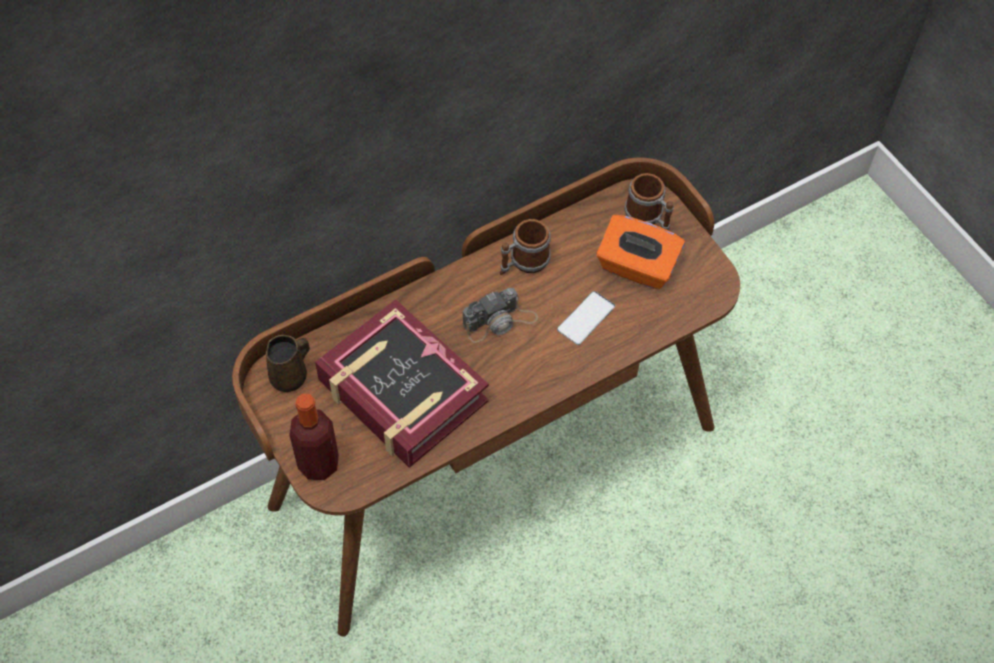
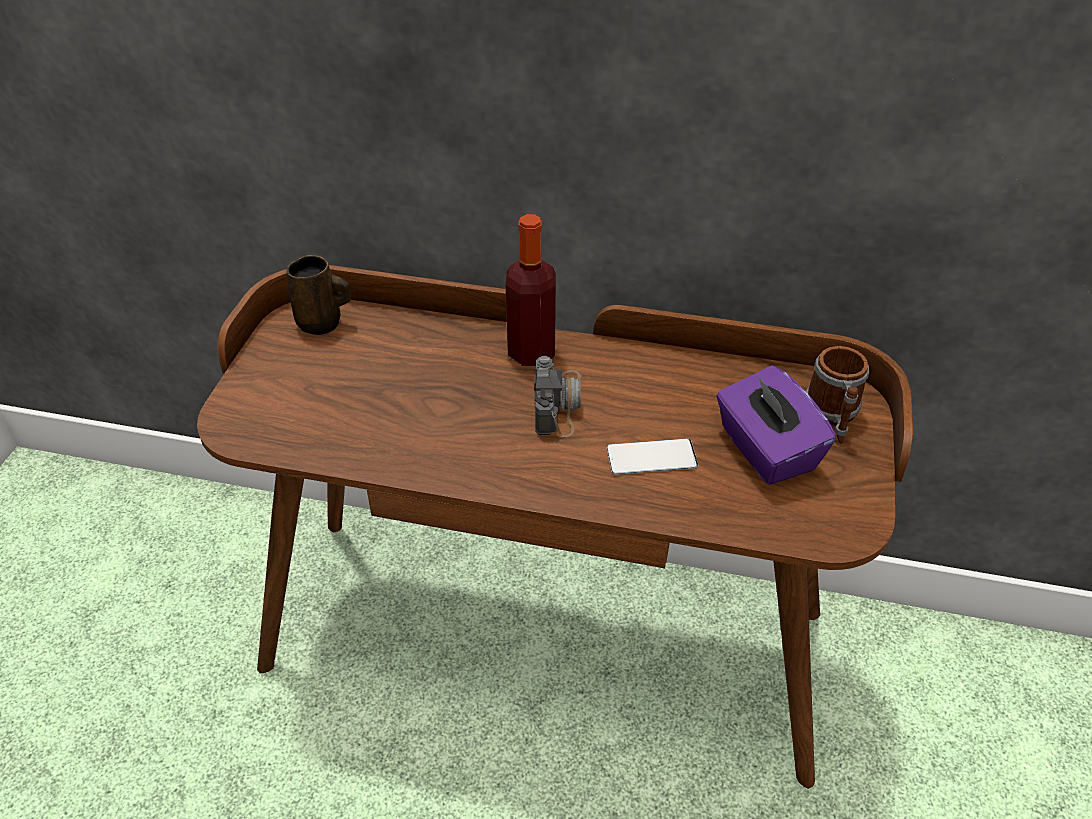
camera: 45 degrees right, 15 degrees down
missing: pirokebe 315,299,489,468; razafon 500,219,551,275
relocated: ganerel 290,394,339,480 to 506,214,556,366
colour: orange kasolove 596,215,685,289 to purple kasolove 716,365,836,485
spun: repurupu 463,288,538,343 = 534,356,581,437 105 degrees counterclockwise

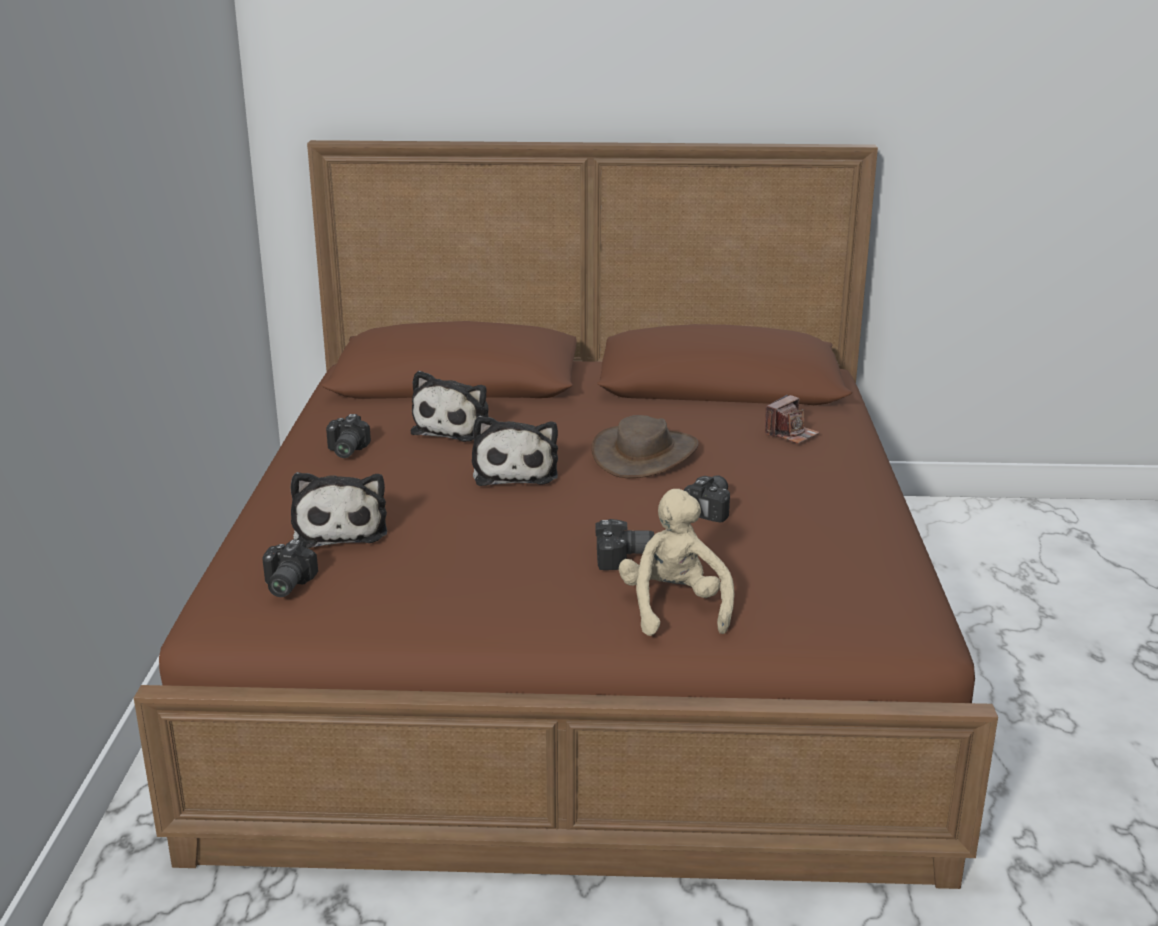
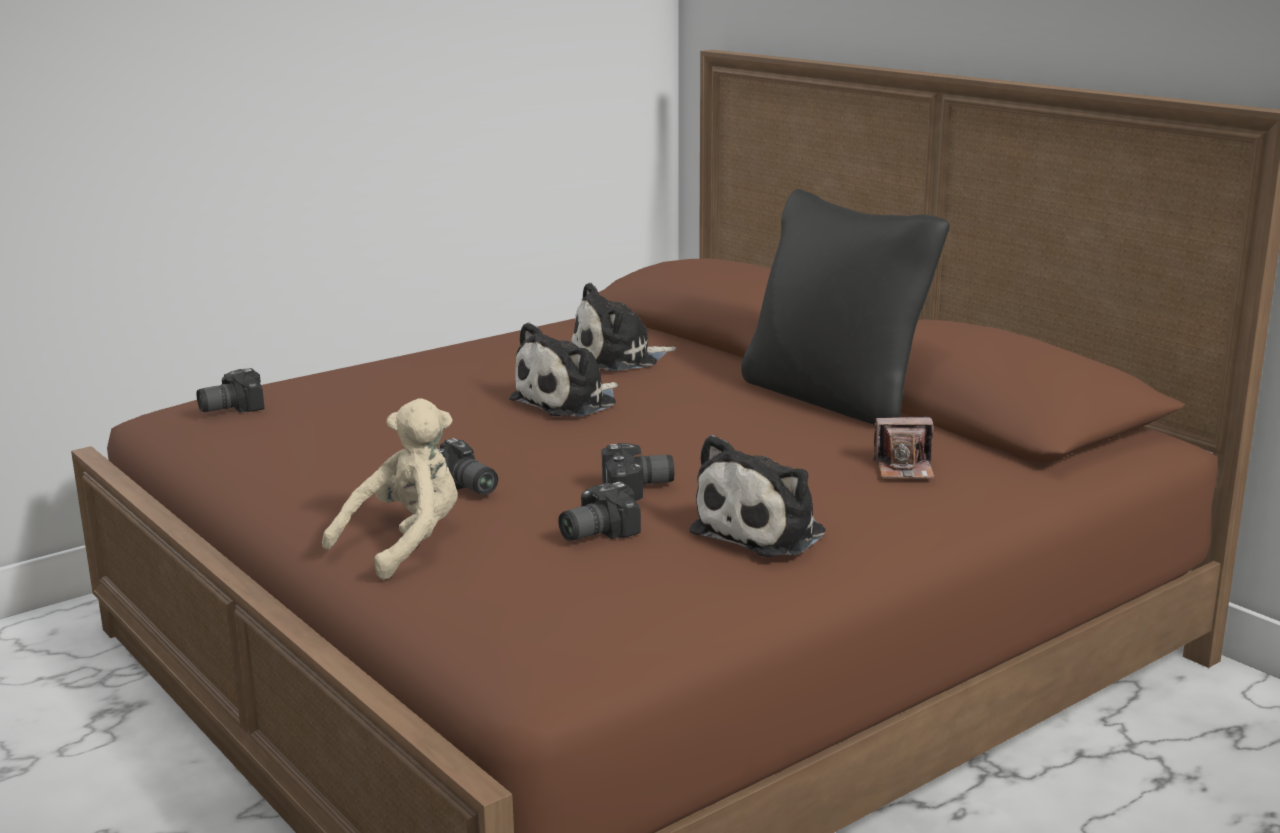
camera: 50 degrees right, 5 degrees down
missing: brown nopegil 591,415,699,478
appeared: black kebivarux 741,189,950,425
relocated: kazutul 291,472,387,548 to 690,435,826,557; repurupu 326,414,371,458 to 558,482,641,541

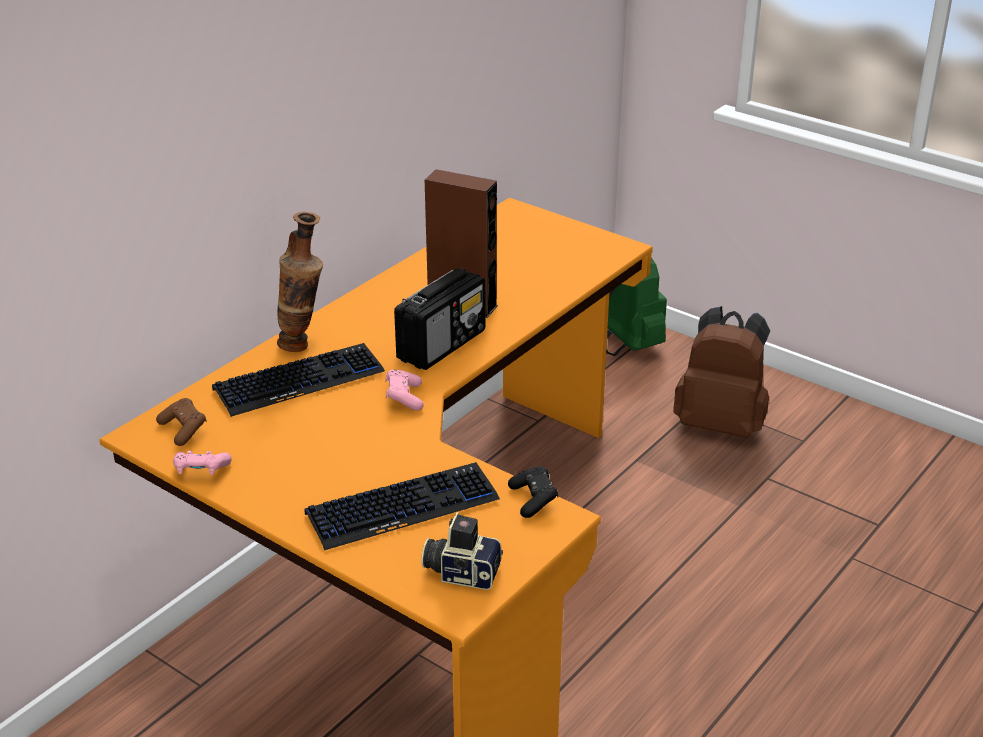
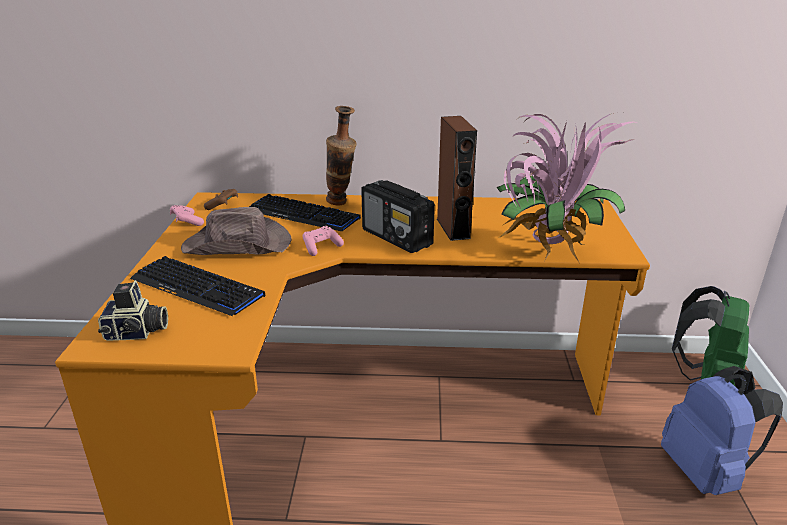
camera: 55 degrees right, 5 degrees down
missing: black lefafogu 508,466,558,518
appeared: brown nopegil 181,207,292,255; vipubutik 496,112,634,264
colour: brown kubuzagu 673,306,770,438 to blue kubuzagu 661,366,783,495
spun: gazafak 394,268,485,370 = 361,180,435,253 45 degrees clockwise; repurupu 421,512,503,590 = 98,280,168,341 105 degrees clockwise

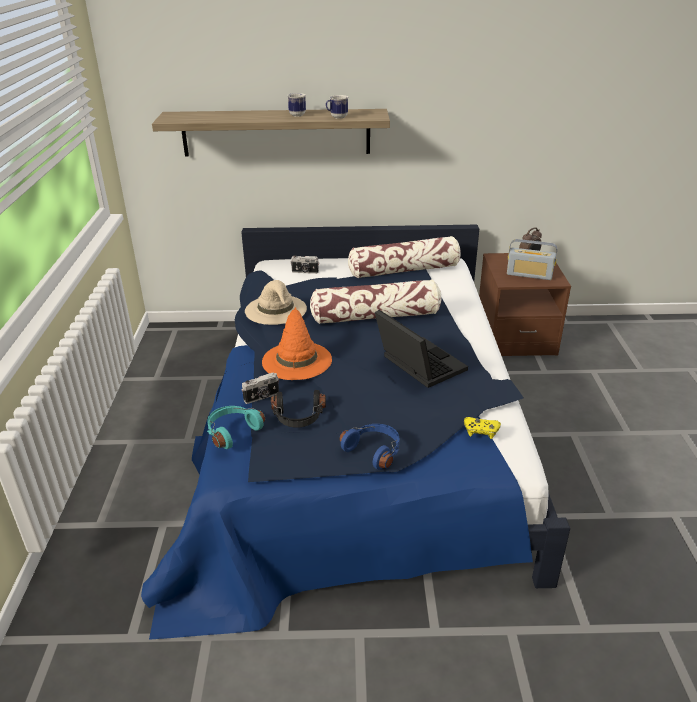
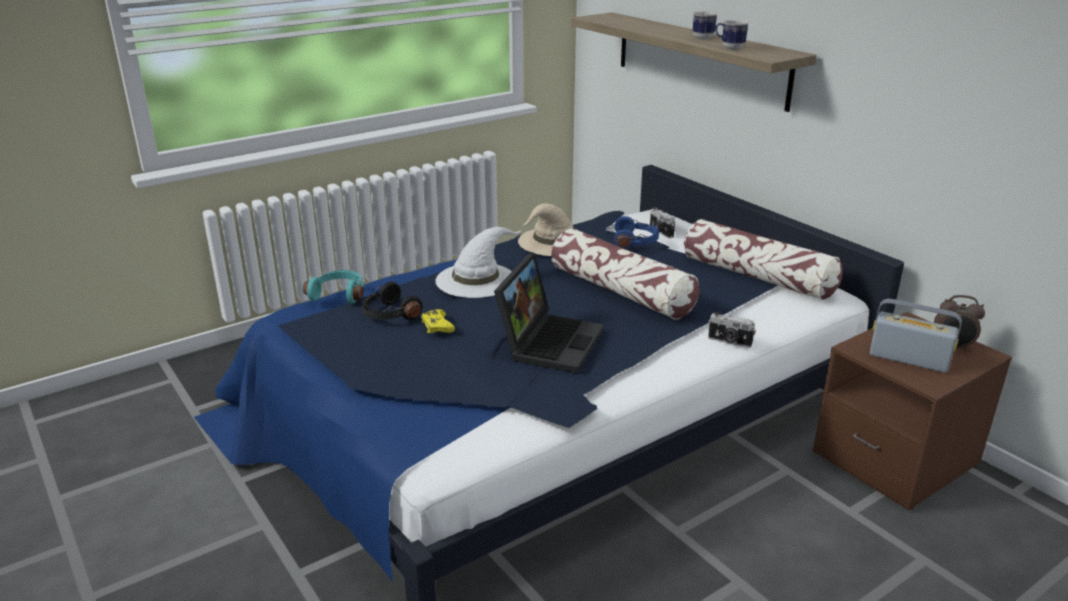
camera: 55 degrees right, 5 degrees down
relocated: repurupu 242,372,279,404 to 708,312,756,348; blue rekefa 339,424,399,470 to 614,216,659,249; yellow lefafogu 464,417,501,439 to 421,309,455,333
colour: orange nopegil 262,307,332,380 to white nopegil 436,227,522,298
spun: gazafak 507,239,558,280 = 870,299,962,373 135 degrees clockwise

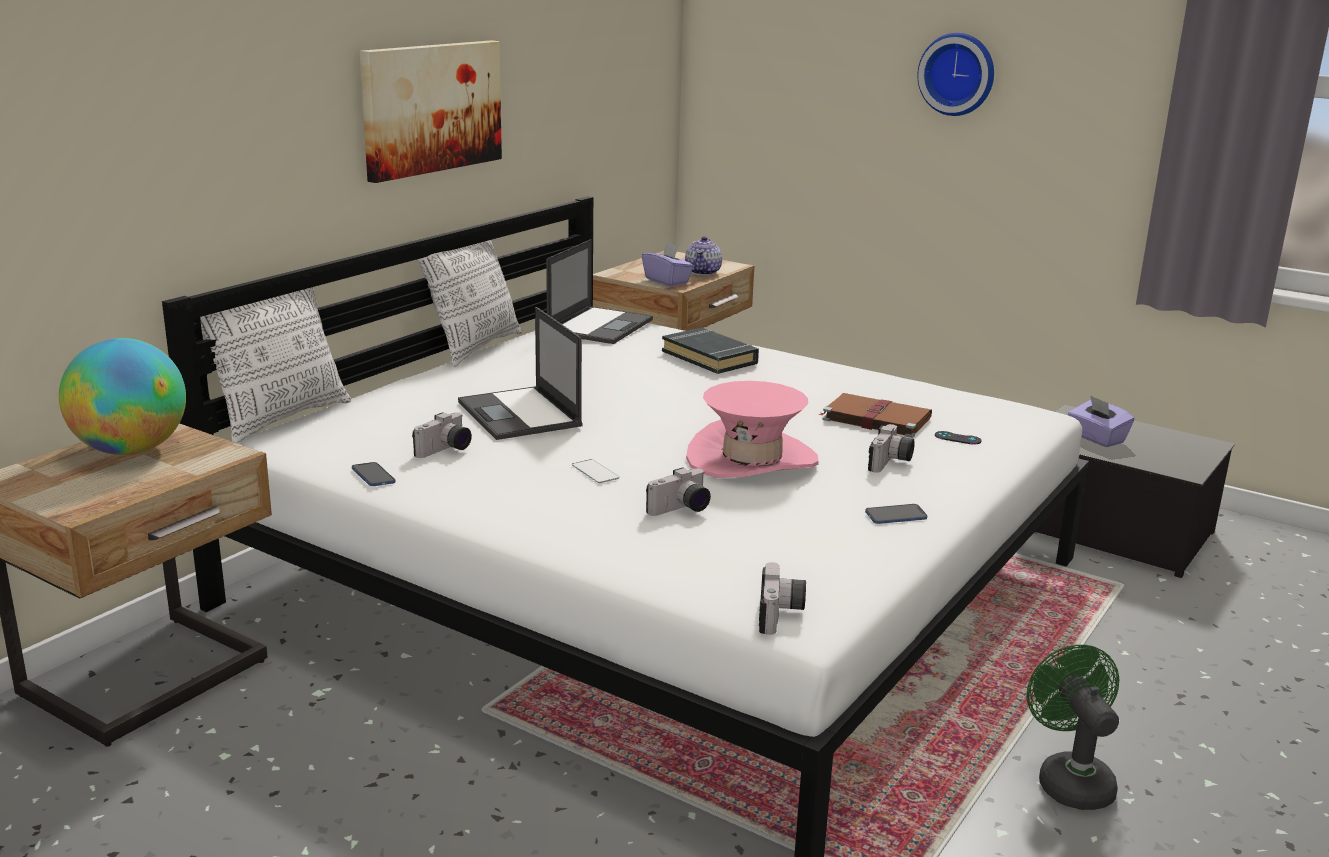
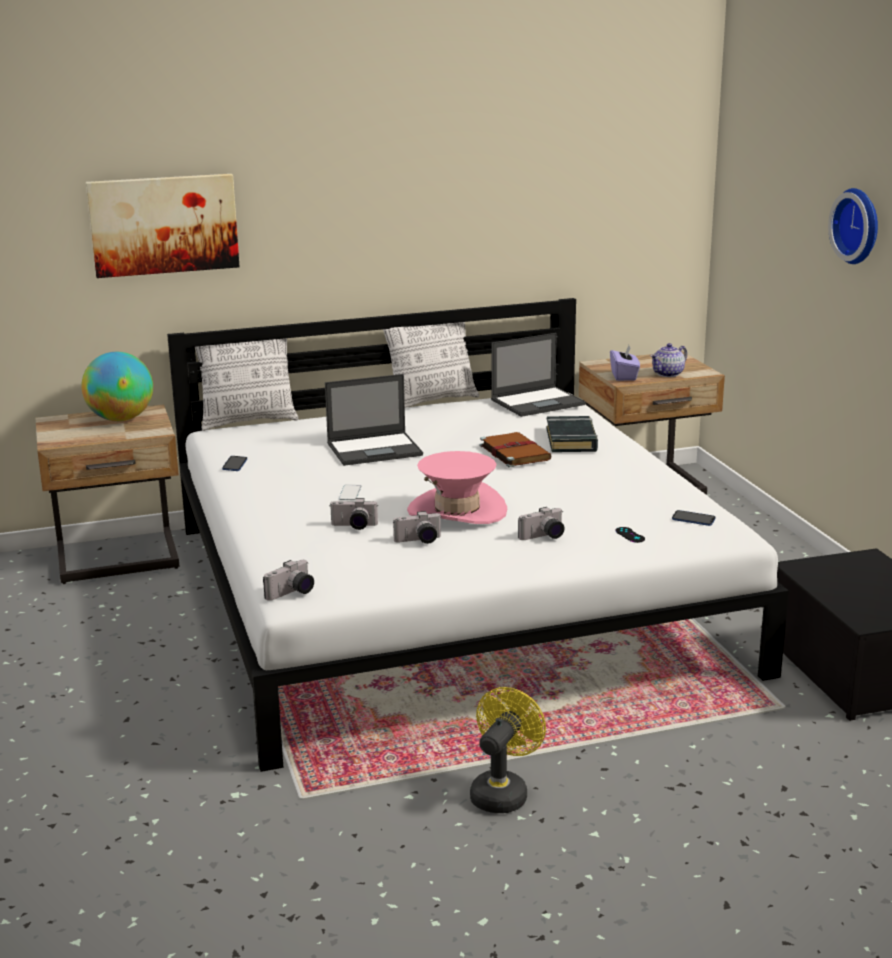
camera: 40 degrees right, 0 degrees up
missing: purple kasolove 1068,395,1134,447
relocated: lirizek 360,40,502,183 to 86,174,240,278; repurupu 412,412,472,458 to 393,511,442,544; brown pirokebe 818,393,932,438 to 479,432,552,467; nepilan 865,504,927,524 to 672,510,716,526
colour: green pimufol 1027,645,1119,810 to yellow pimufol 470,687,546,813
spun: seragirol 458,307,583,440 = 325,374,423,466 120 degrees counterclockwise

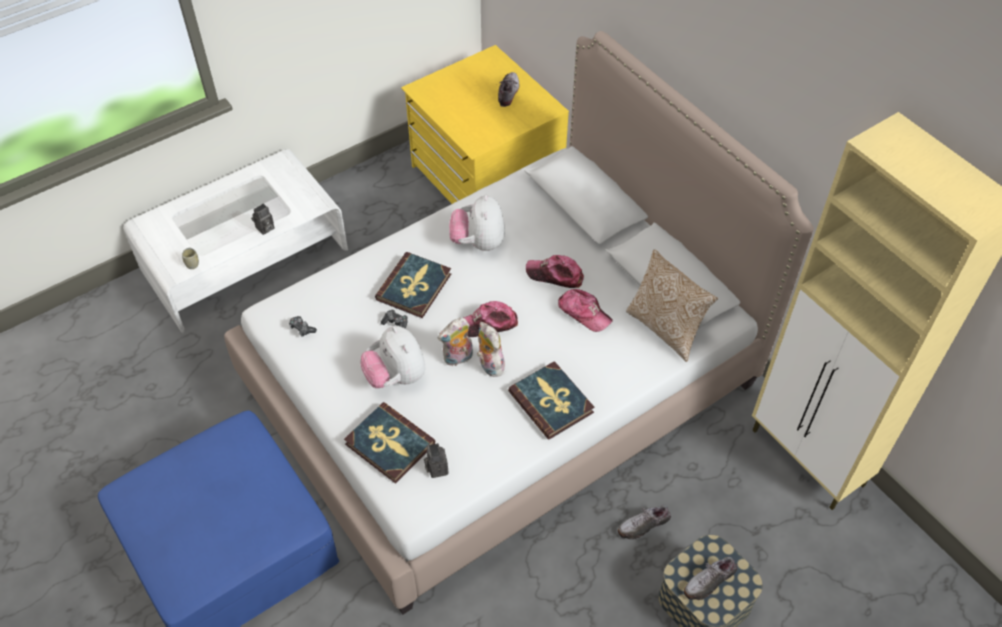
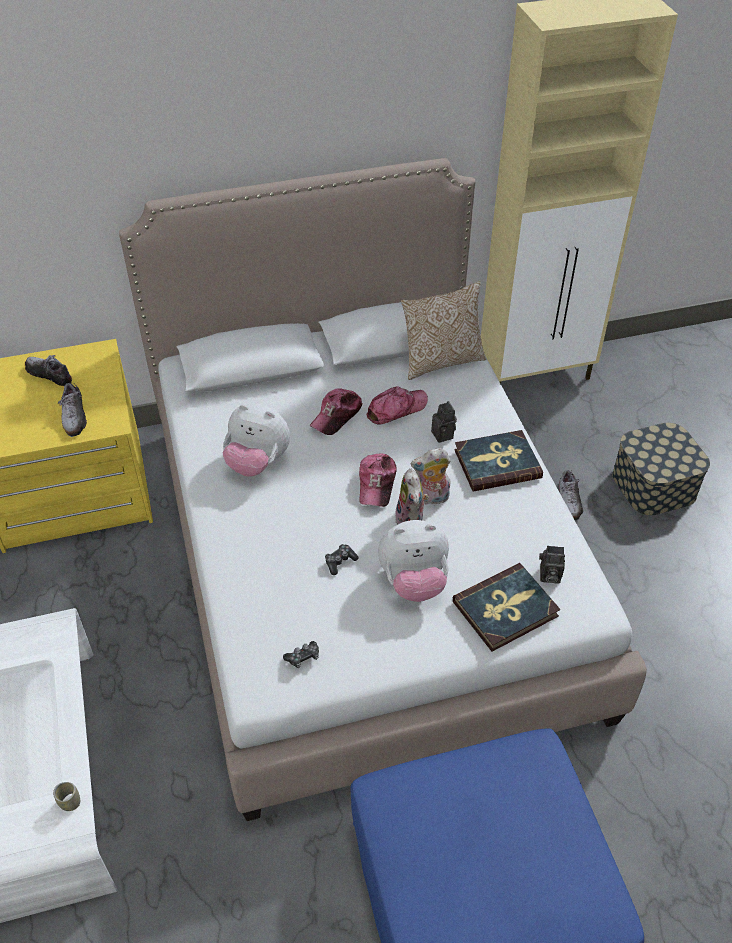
camera: 70 degrees left, 5 degrees down
missing: pirokebe 375,252,451,318
relocated: repurupu 251,204,274,235 to 431,401,457,443; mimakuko 684,557,737,600 to 58,383,87,437

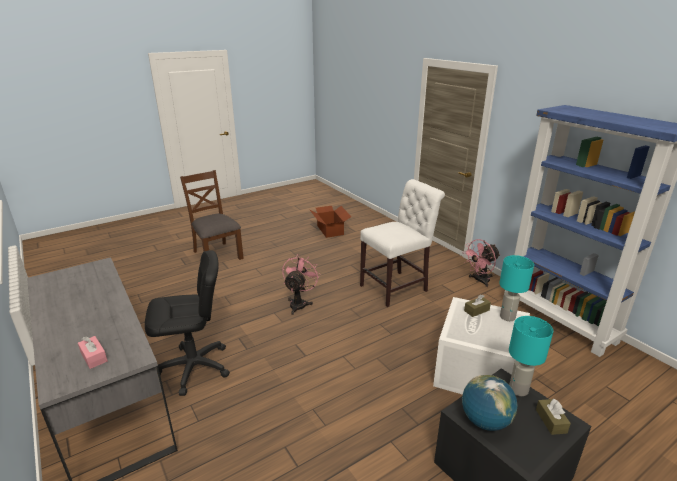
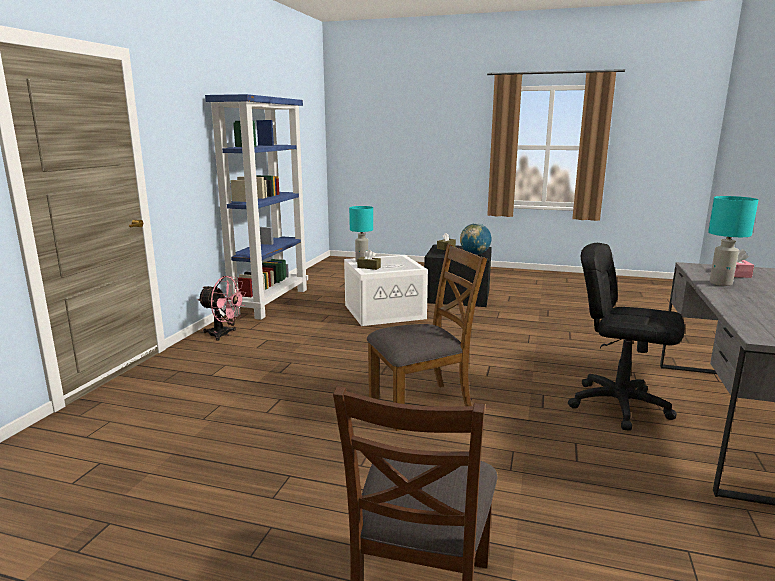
camera: 130 degrees left, 10 degrees down
missing: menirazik 310,206,352,238; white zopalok 360,179,445,307
relocated: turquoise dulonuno 509,316,553,396 to 708,196,758,286
exchanged: pink pimufol 282,254,321,315 to brown zopalok 367,244,487,431

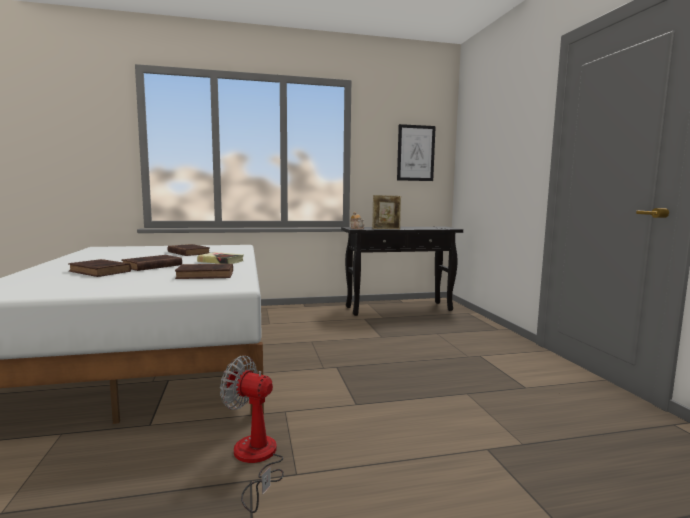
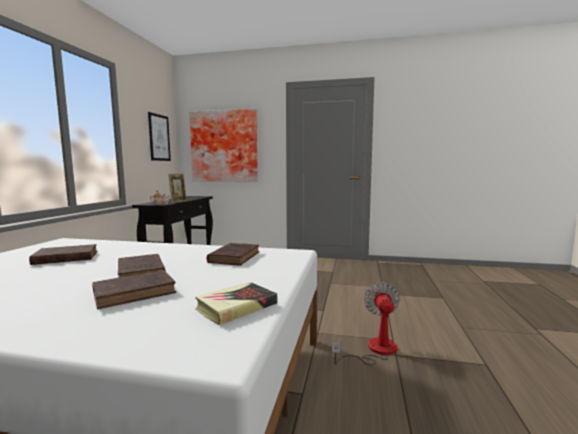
camera: 65 degrees left, 0 degrees up
appeared: lirizek 189,109,258,182
relocated: pirokebe 197,252,244,264 to 195,282,277,326
spun: pimufol 220,356,284,513 = 332,282,400,365 135 degrees clockwise

